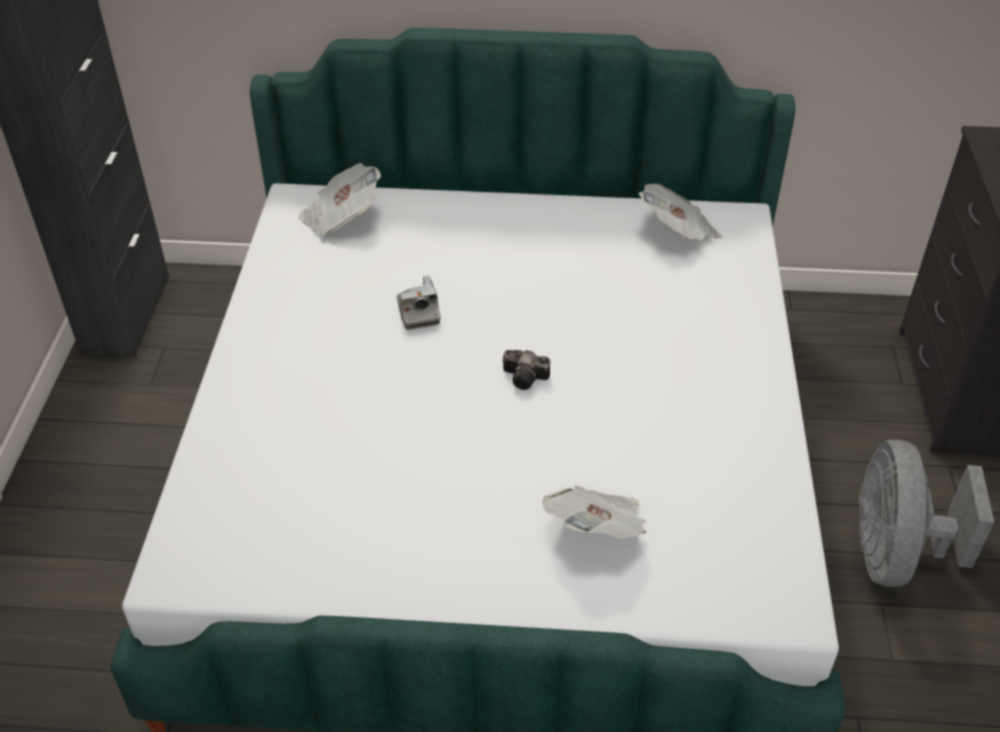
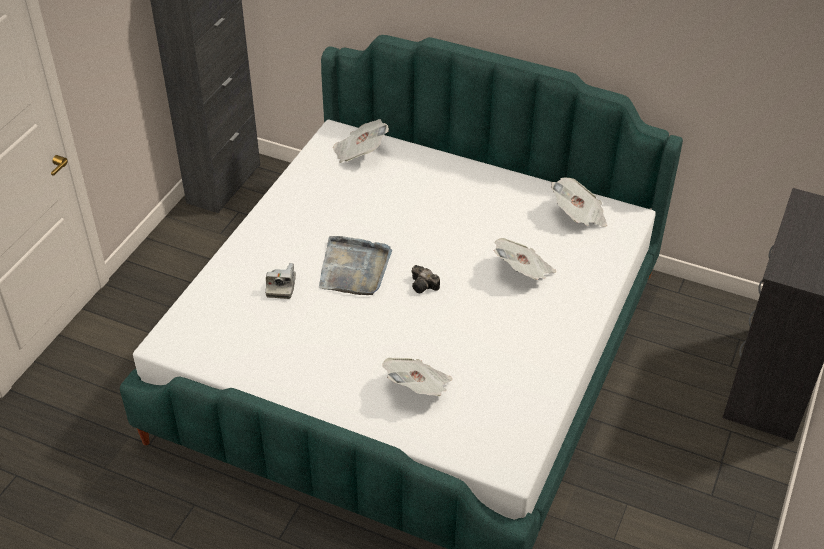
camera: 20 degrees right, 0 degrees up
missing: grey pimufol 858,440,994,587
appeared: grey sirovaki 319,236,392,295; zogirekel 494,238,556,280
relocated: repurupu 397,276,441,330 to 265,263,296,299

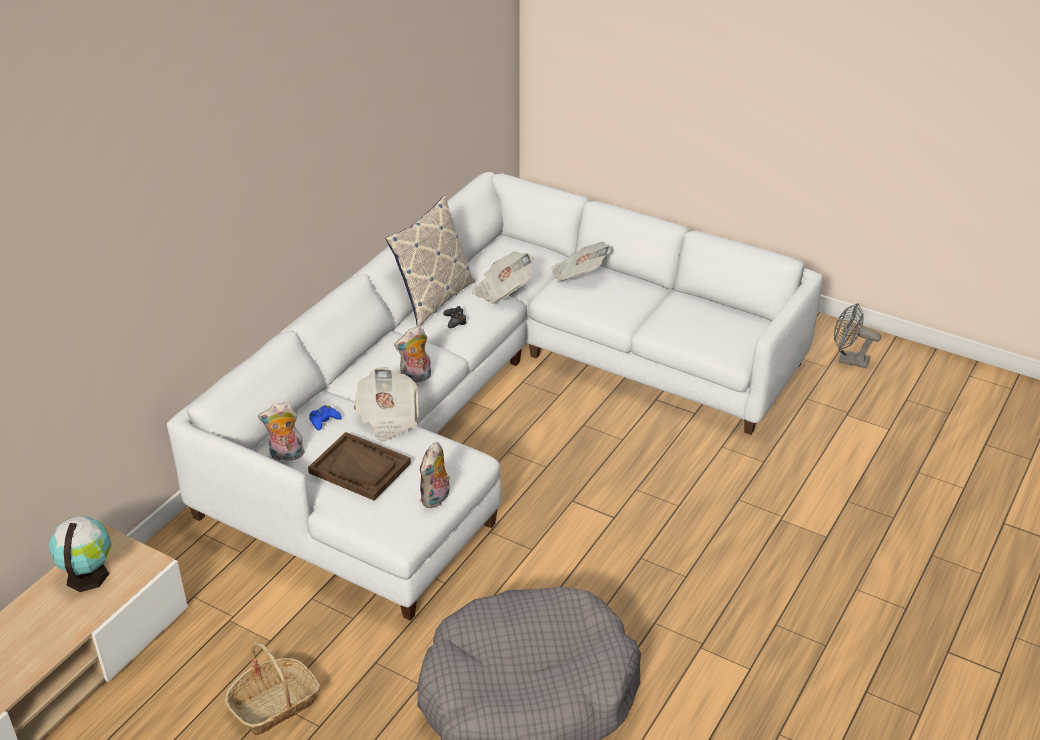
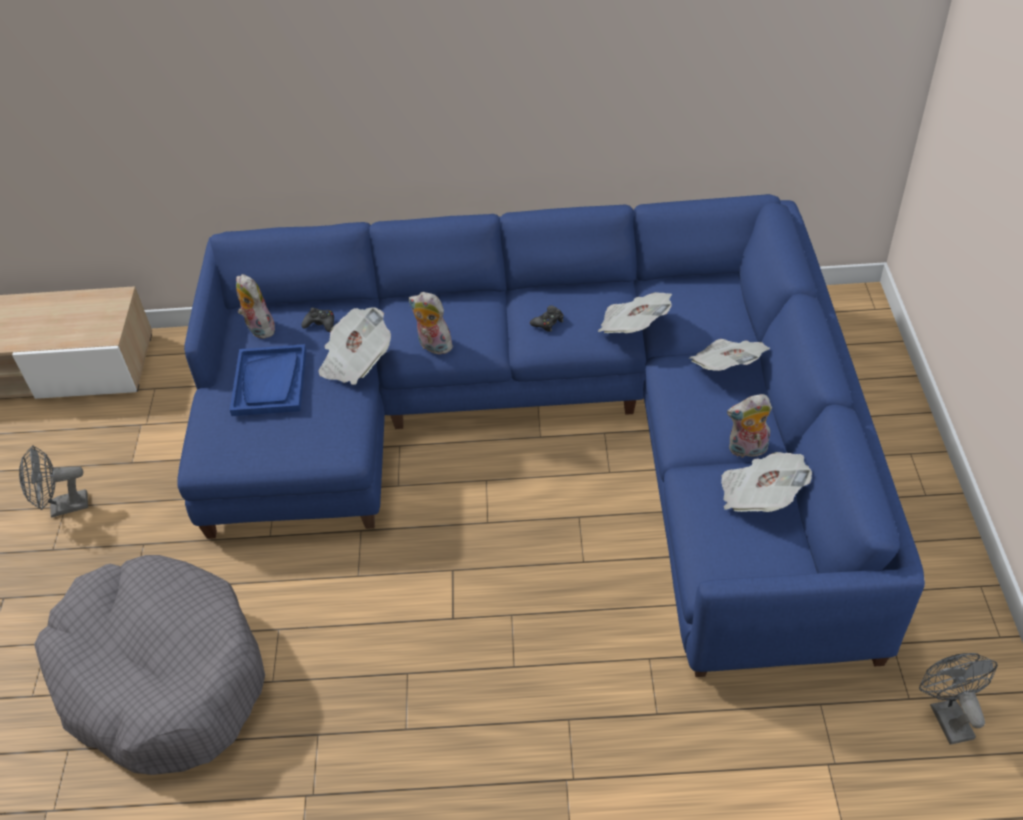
camera: 60 degrees right, 10 degrees up
missing: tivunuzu 49,515,111,592; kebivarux 385,196,475,327
appeared: zogirekel 721,452,812,512
relocated: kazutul 420,442,450,508 to 727,394,772,458
exchanged: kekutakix 225,643,320,735 to grey pimufol 19,445,88,518
colour: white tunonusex 167,172,823,621 to blue tunonusex 177,194,925,677; brown sirovaki 308,432,411,501 to blue sirovaki 230,344,306,416; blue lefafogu 309,405,342,430 to black lefafogu 302,307,334,332

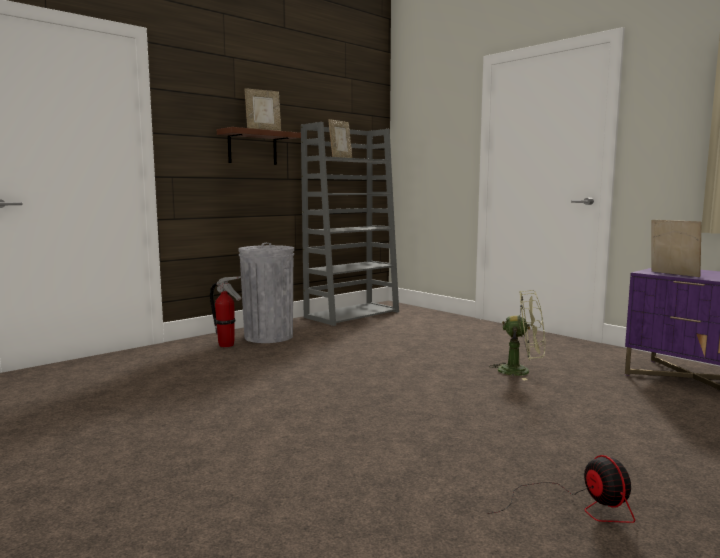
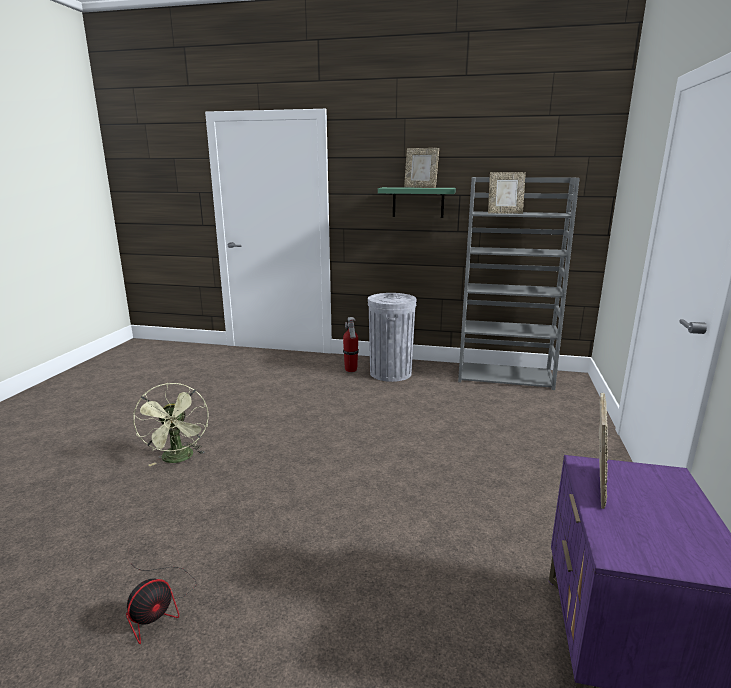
camera: 55 degrees right, 10 degrees up
relocated: green pimufol 490,290,545,380 to 133,383,209,466
colour: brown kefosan 217,127,301,165 to green kefosan 378,187,456,218

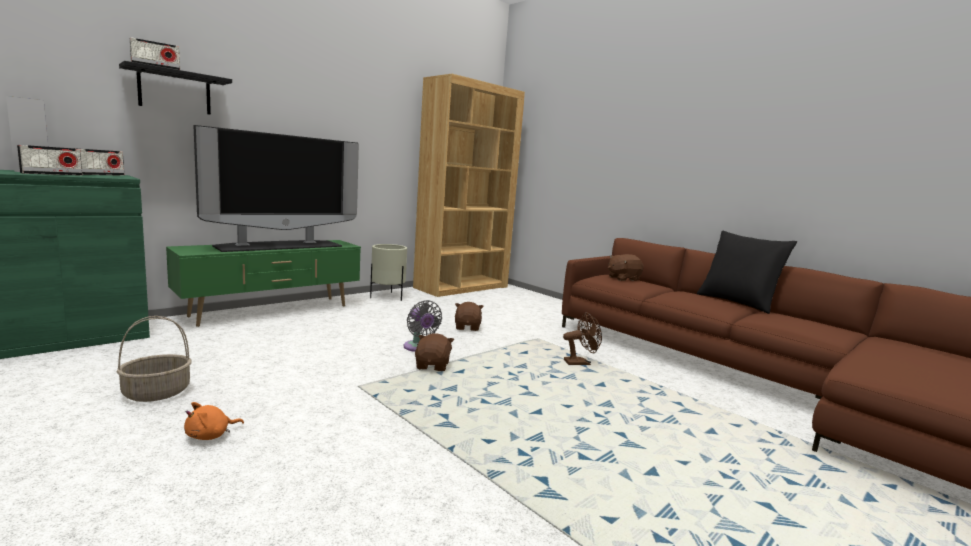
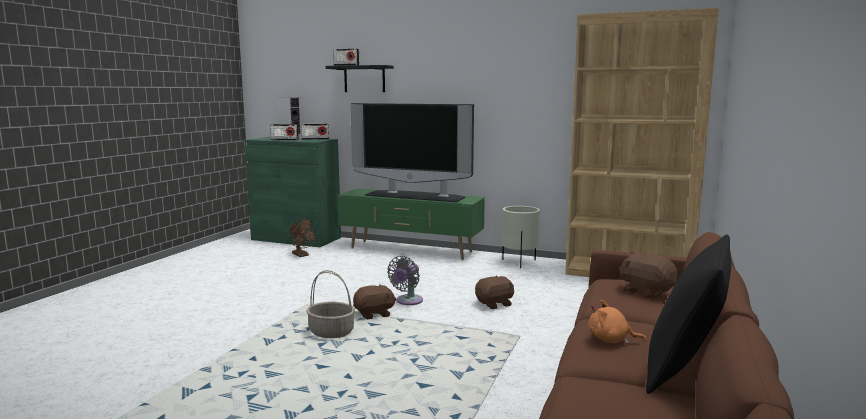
camera: 65 degrees right, 0 degrees up
relocated: kekutakix 117,316,192,402 to 306,270,355,338; orange kazutul 184,402,244,440 to 588,300,647,344; brown pimufol 563,312,602,365 to 288,218,316,257

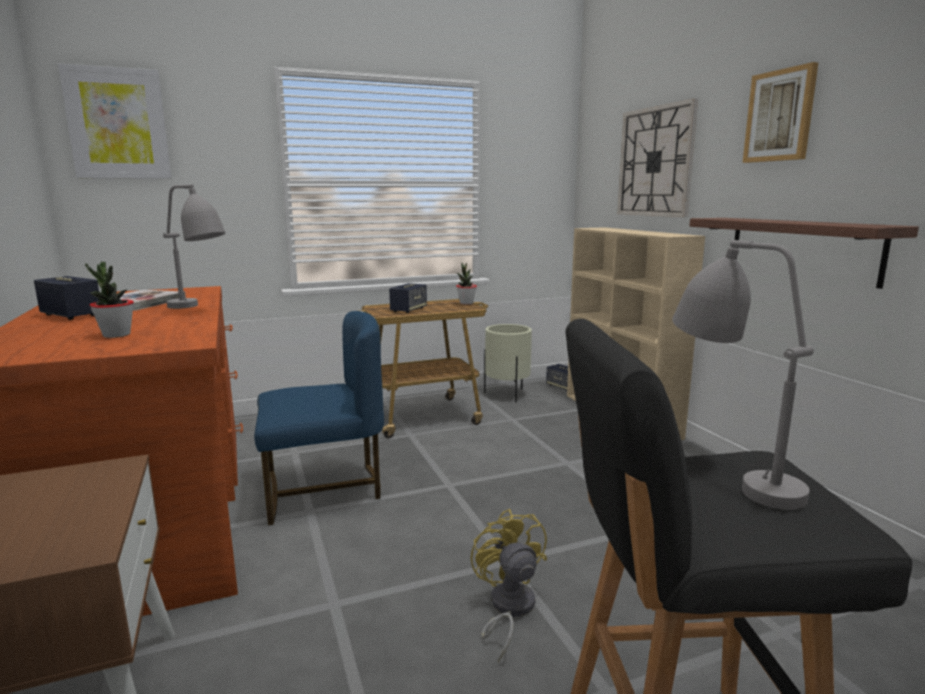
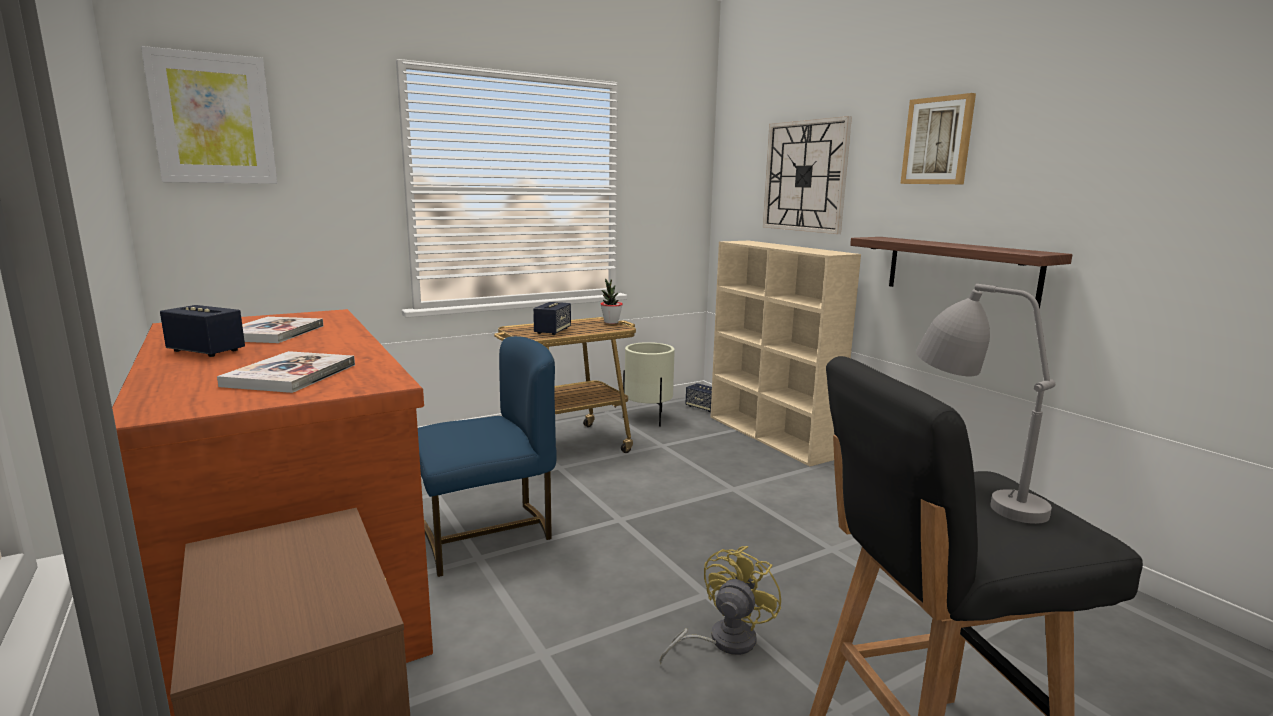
camera: 10 degrees left, 0 degrees up
missing: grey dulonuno 163,184,225,309
exchanged: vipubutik 85,262,134,338 to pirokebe 217,351,355,393
spun: yellow pimufol 470,509,547,663 = 659,546,782,664 60 degrees clockwise

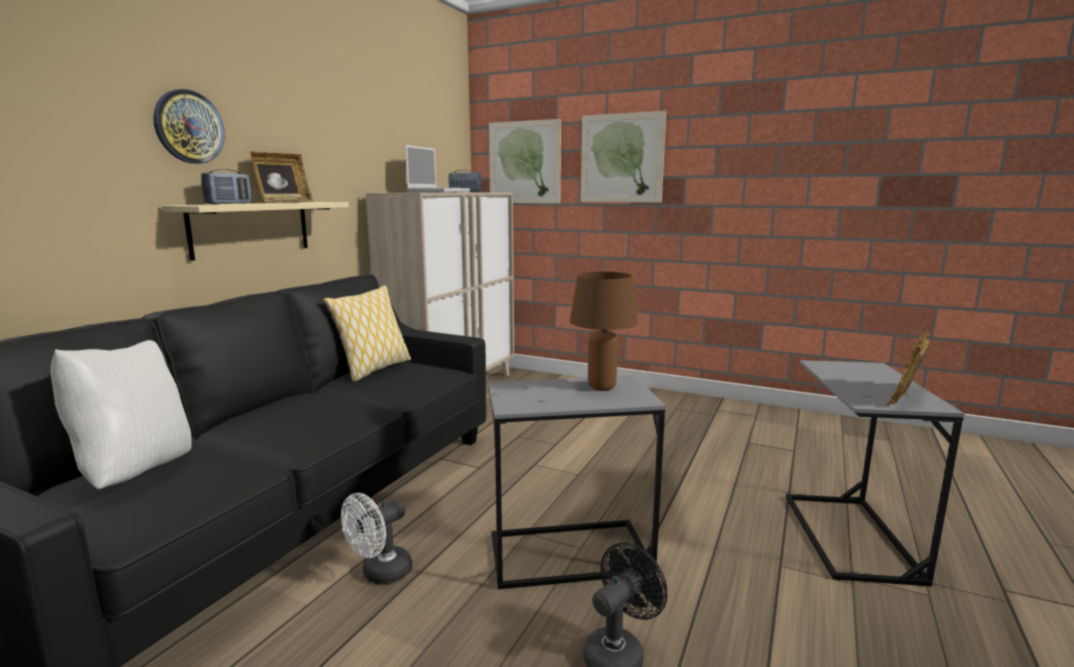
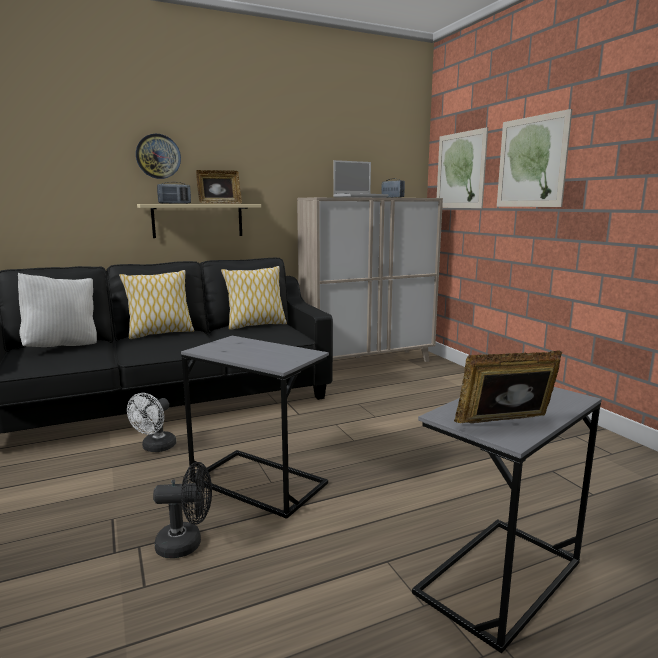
camera: 40 degrees right, 0 degrees up
missing: brown dulonuno 570,271,638,391
appeared: kebivarux 119,270,194,339
spun: white pimufol 341,493,412,584 = 127,393,176,452 60 degrees counterclockwise

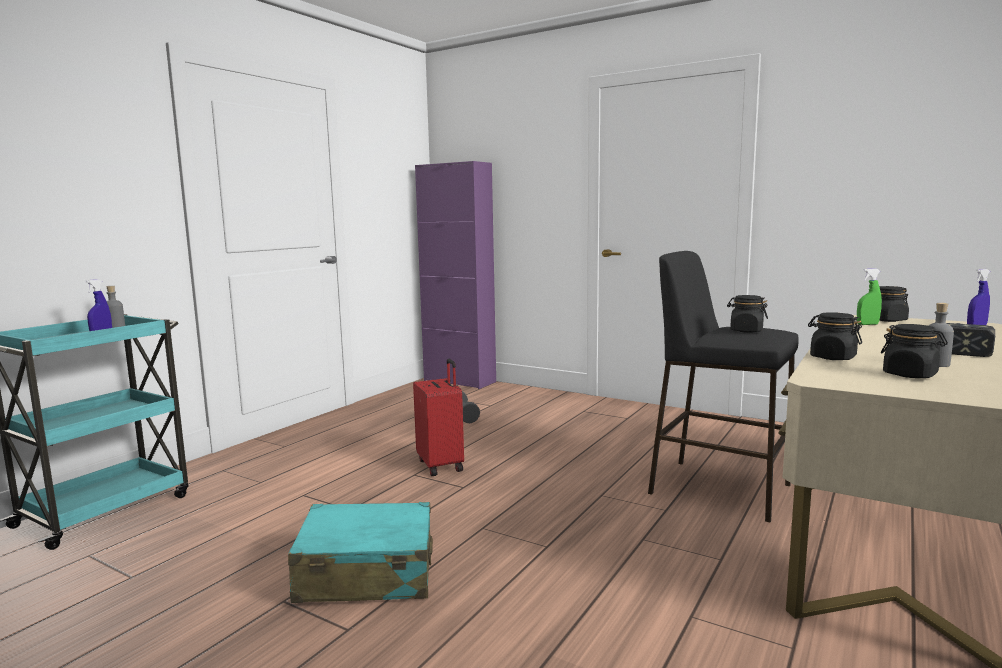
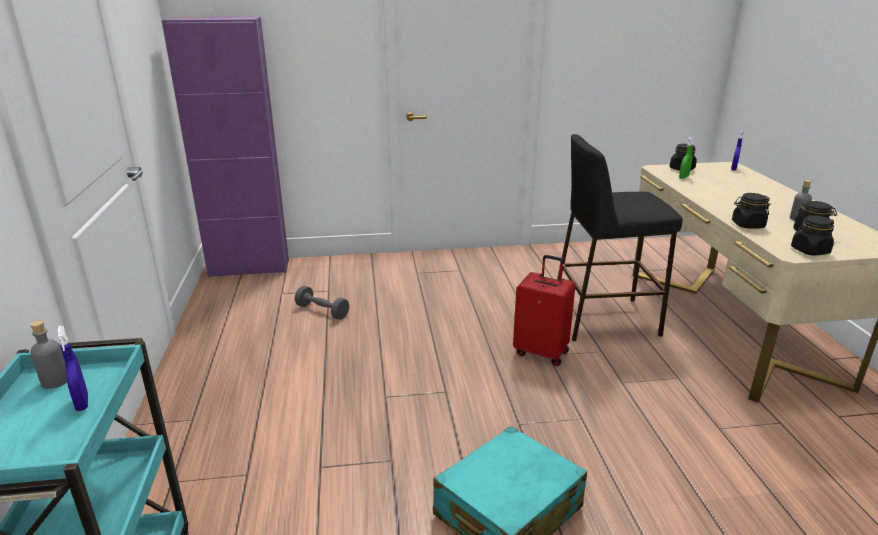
camera: 40 degrees left, 15 degrees up
missing: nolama 947,323,995,357
relocated: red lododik 413,359,464,476 to 513,255,576,366; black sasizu 727,295,768,333 to 791,216,834,256

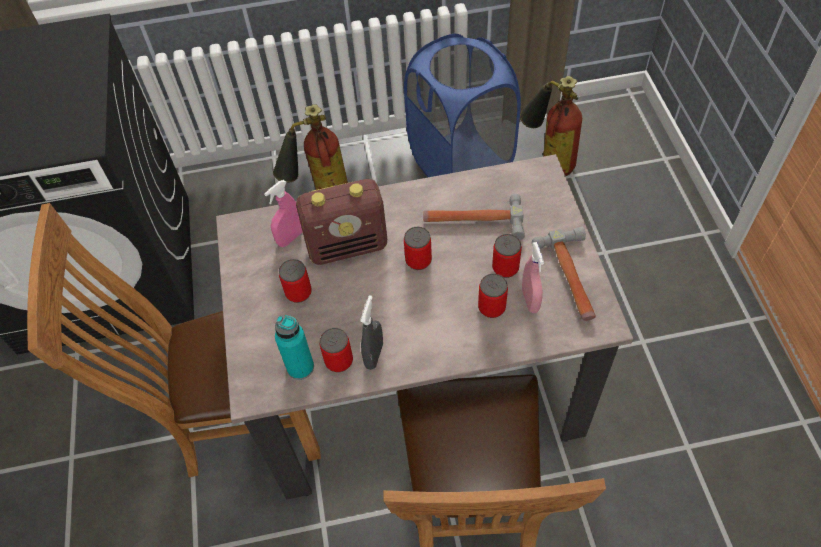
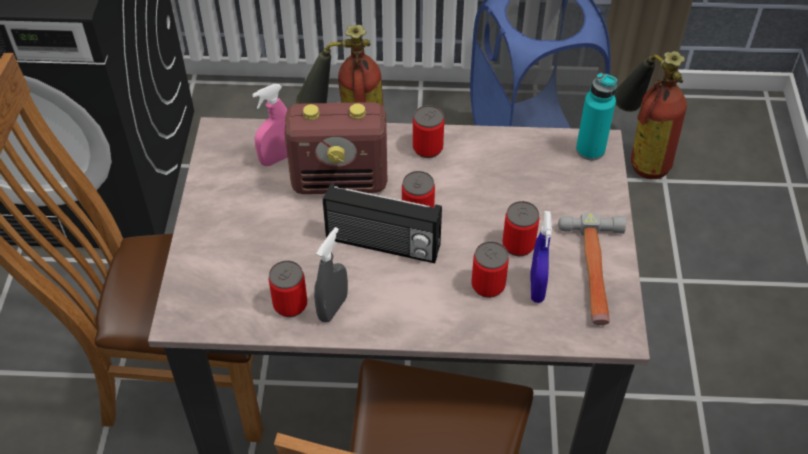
camera: 10 degrees right, 5 degrees down
missing: nolama 423,194,525,240
appeared: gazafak 323,183,442,263
relocated: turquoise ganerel 275,315,314,380 to 576,73,617,160; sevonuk 279,259,312,303 to 413,105,444,158
colour: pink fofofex 522,242,544,313 to blue fofofex 530,211,552,303

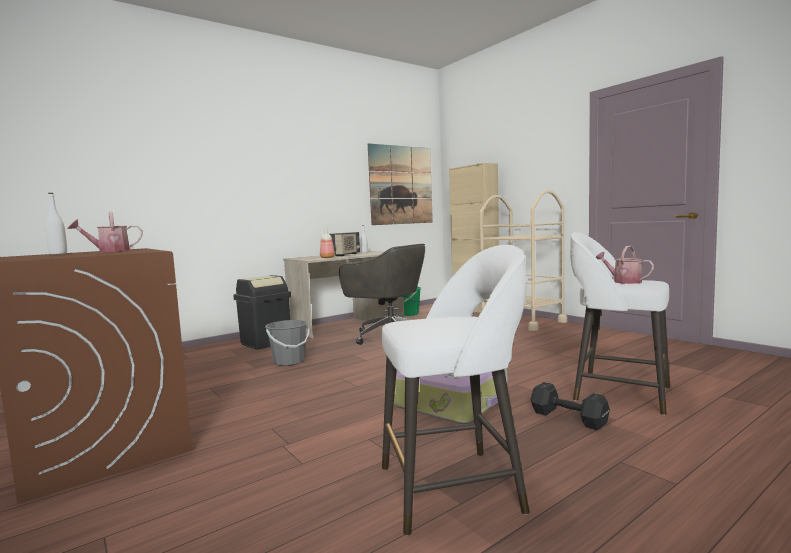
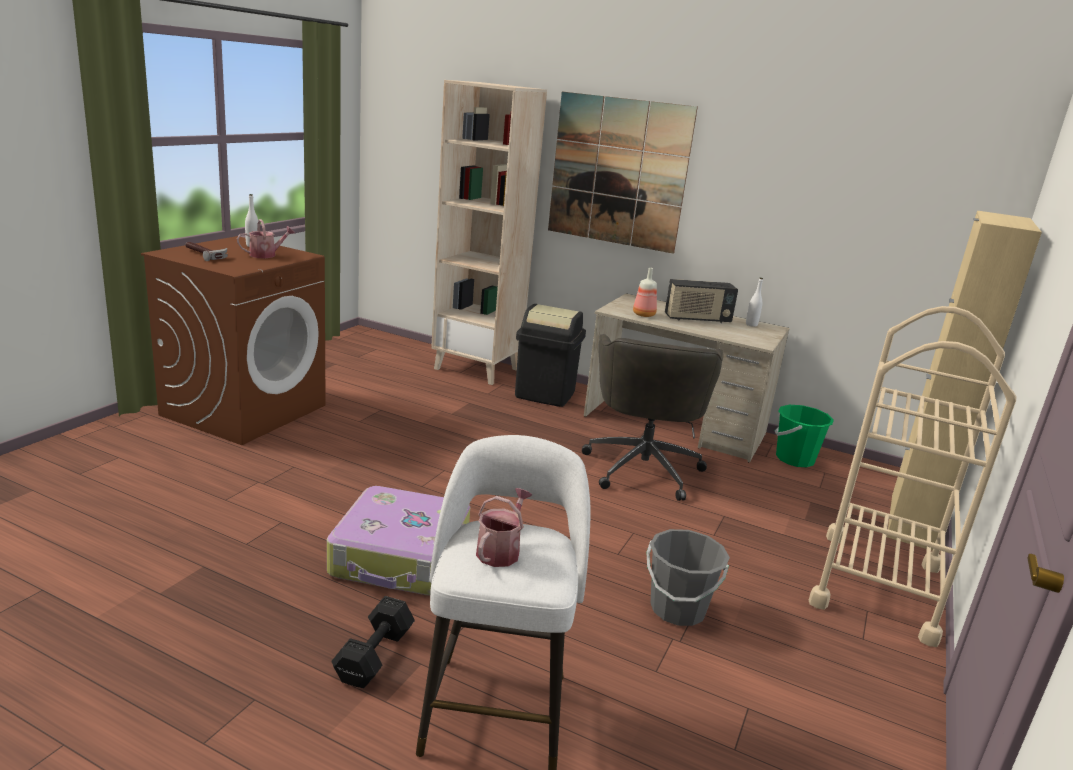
camera: 60 degrees right, 15 degrees up
missing: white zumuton 382,245,529,536
appeared: nolama 185,242,228,261; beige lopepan 431,80,547,385
relocated: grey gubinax 265,320,309,366 to 646,529,730,626; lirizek 368,143,433,225 to 548,92,698,254
spun: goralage 67,211,143,252 = 237,219,295,258 120 degrees clockwise

